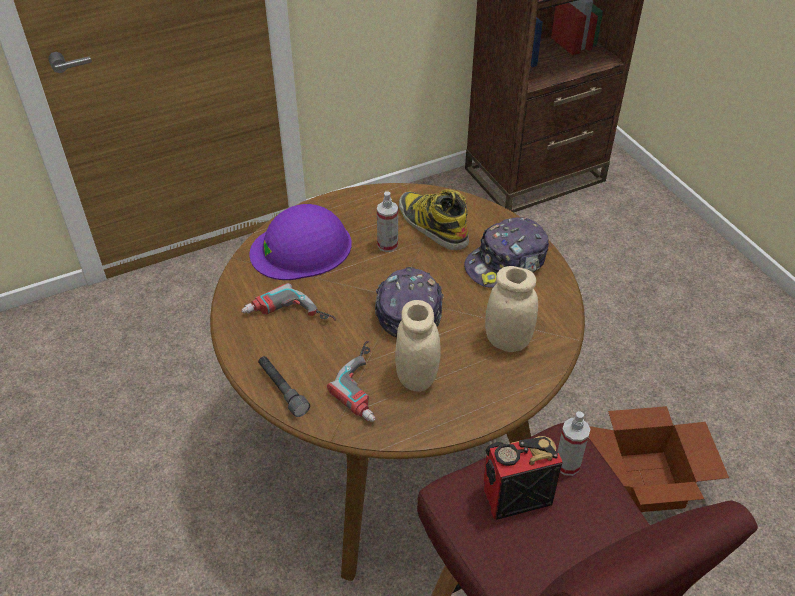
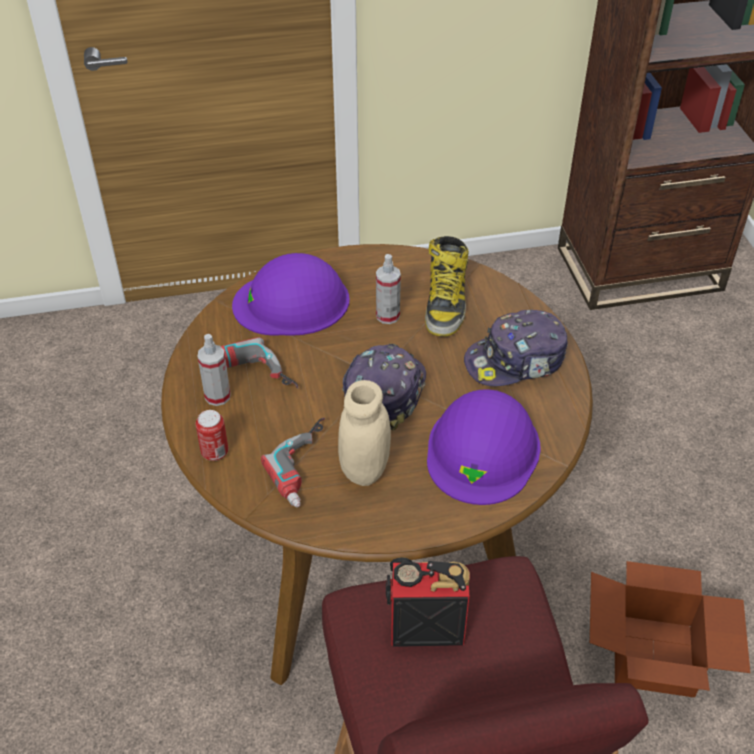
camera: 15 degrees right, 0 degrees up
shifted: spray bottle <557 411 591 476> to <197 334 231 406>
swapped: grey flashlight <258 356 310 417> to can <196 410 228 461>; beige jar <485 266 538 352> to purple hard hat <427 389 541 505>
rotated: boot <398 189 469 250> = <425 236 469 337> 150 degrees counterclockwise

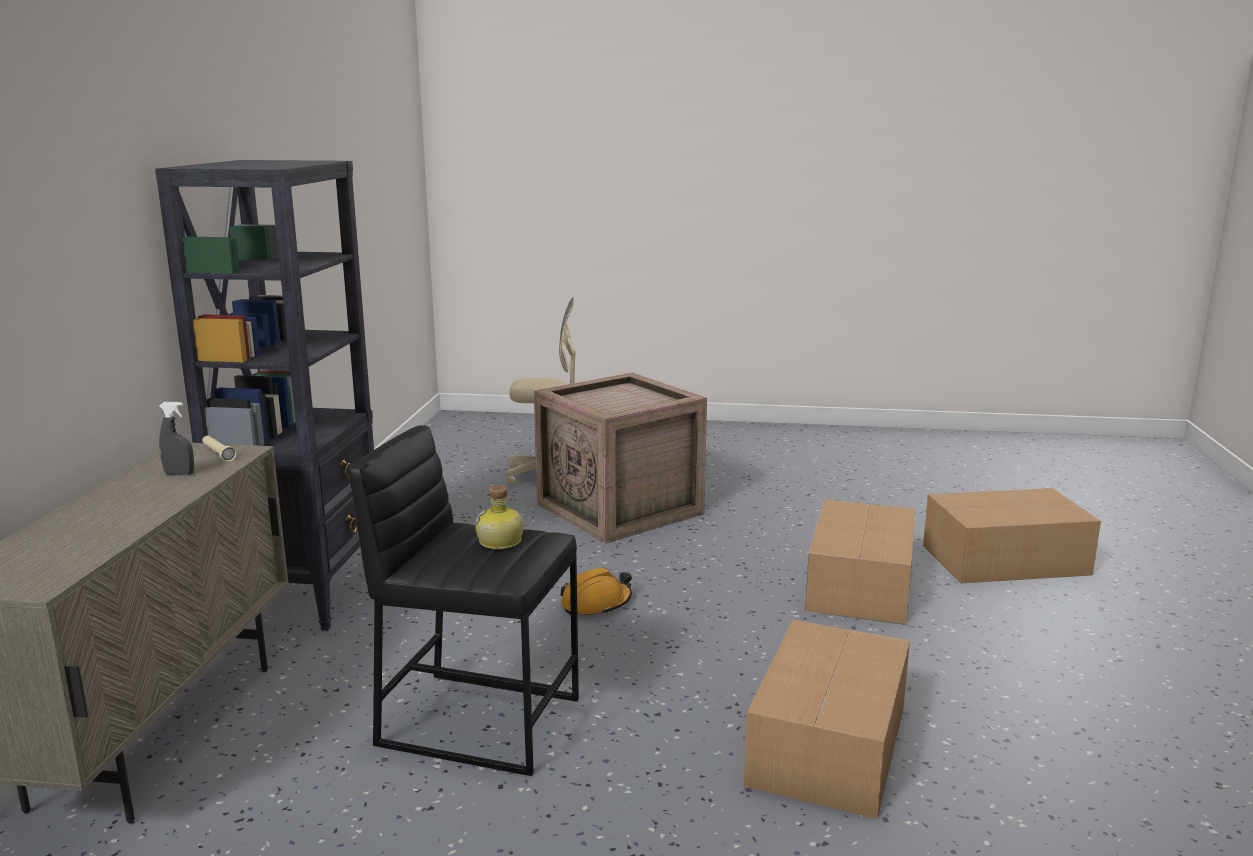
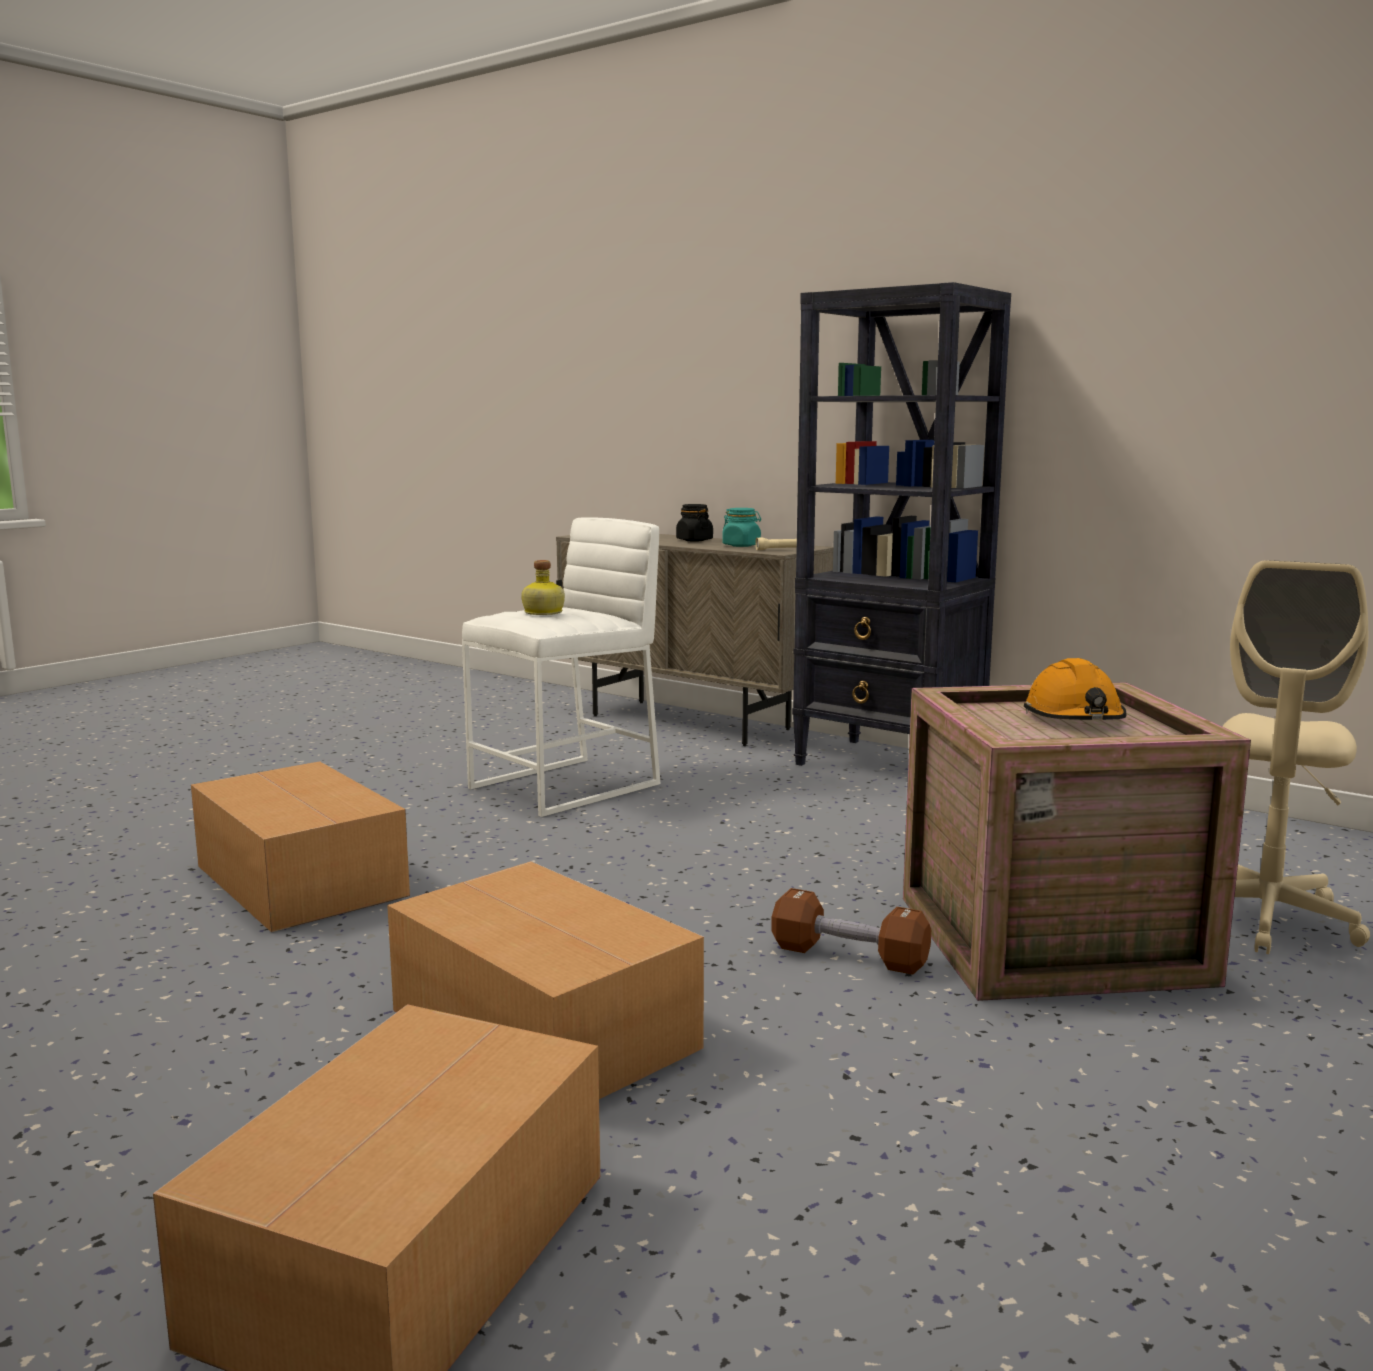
camera: 120 degrees right, 5 degrees down
new: black jar <676 504 713 541>; brown dumbbell <771 888 931 975>
shifted: orange hard hat <560 567 632 615> to <1024 658 1126 720>
swapped: grey spray bottle <159 402 194 475> to turquoise jar <722 508 761 547>
repainted: black stool <349 425 579 776> to white stool <462 517 661 817>

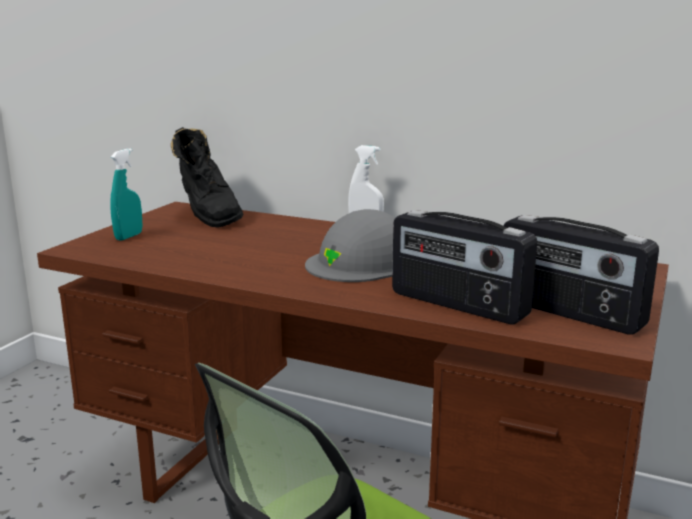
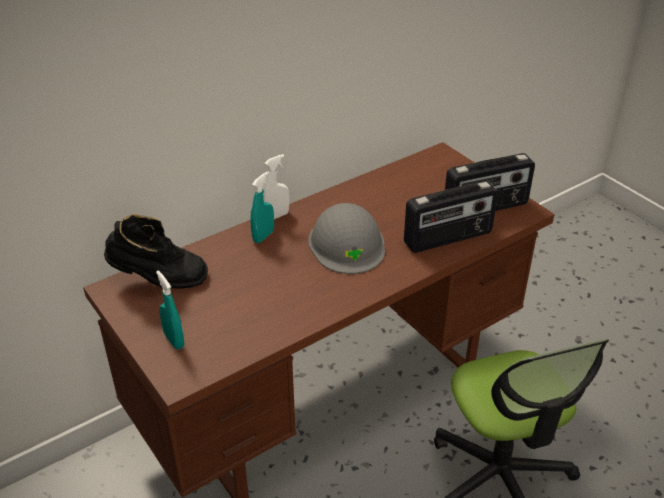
camera: 60 degrees left, 20 degrees up
new: turquoise spray bottle <250 172 274 243>

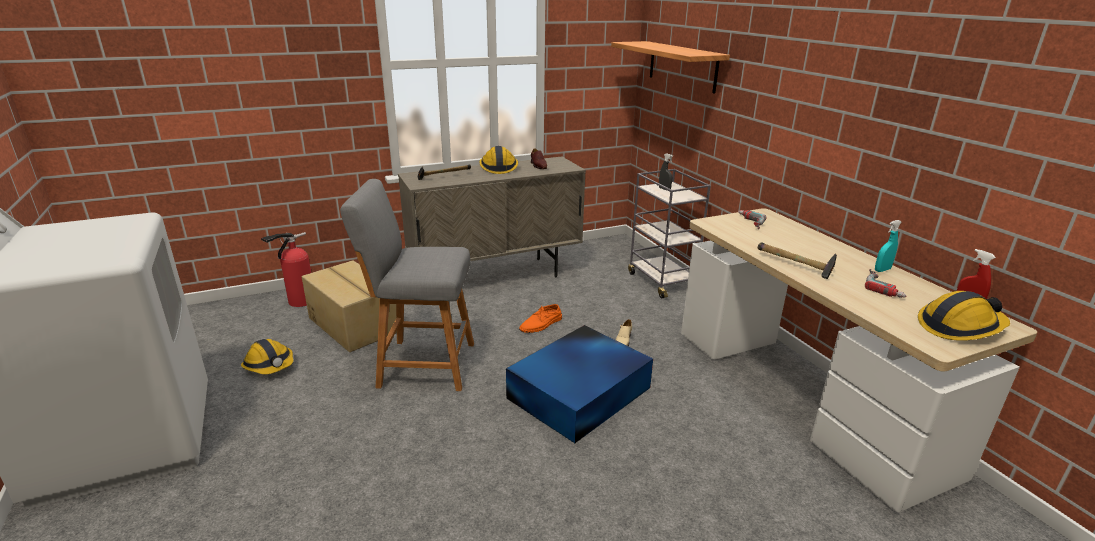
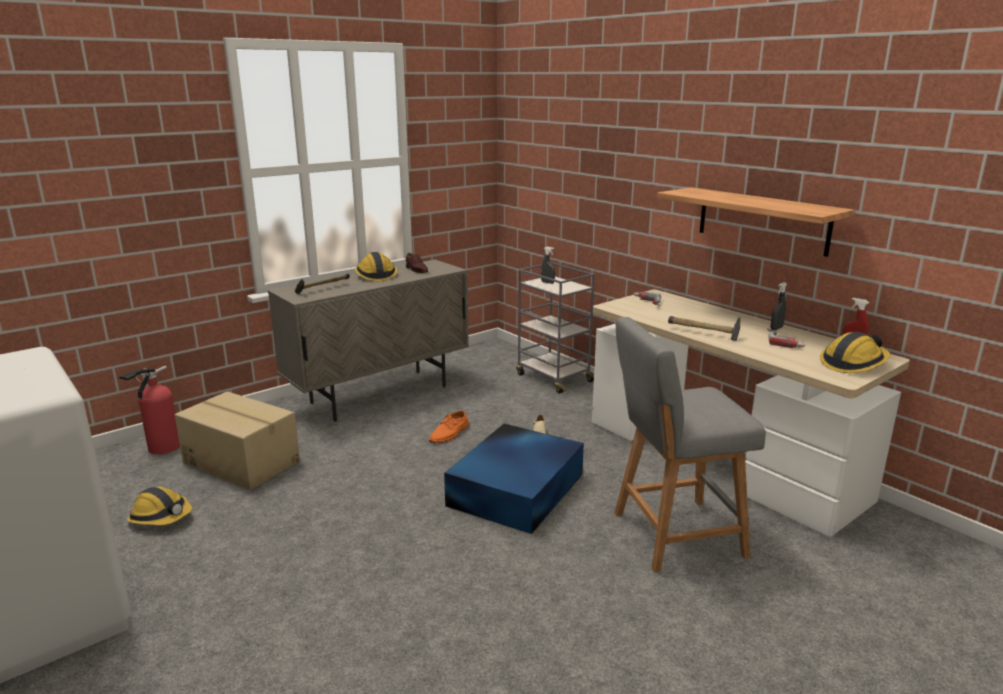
camera: 15 degrees left, 5 degrees down
shifted: grey stool <340 179 474 391> to <614 317 766 573>; shelf <611 41 730 94> to <657 187 855 257>
repainted: turquoise spray bottle <875 220 902 272> to grey spray bottle <771 282 787 331>

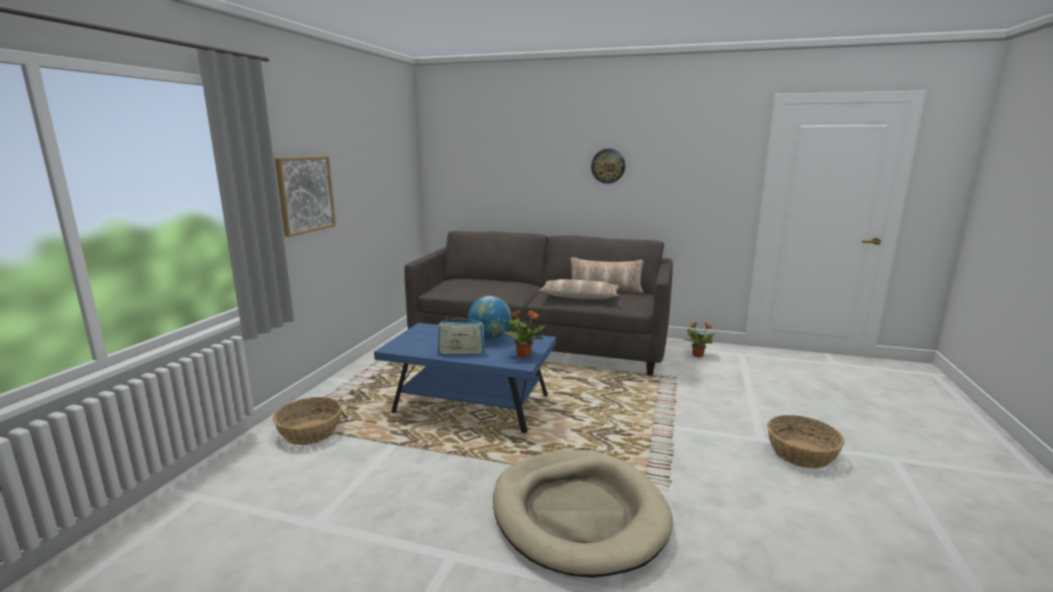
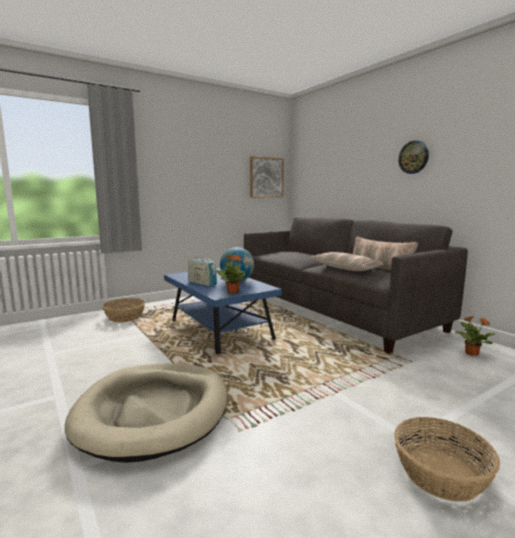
camera: 40 degrees right, 5 degrees down
shifted: picture <275 156 336 237> to <250 156 284 198>

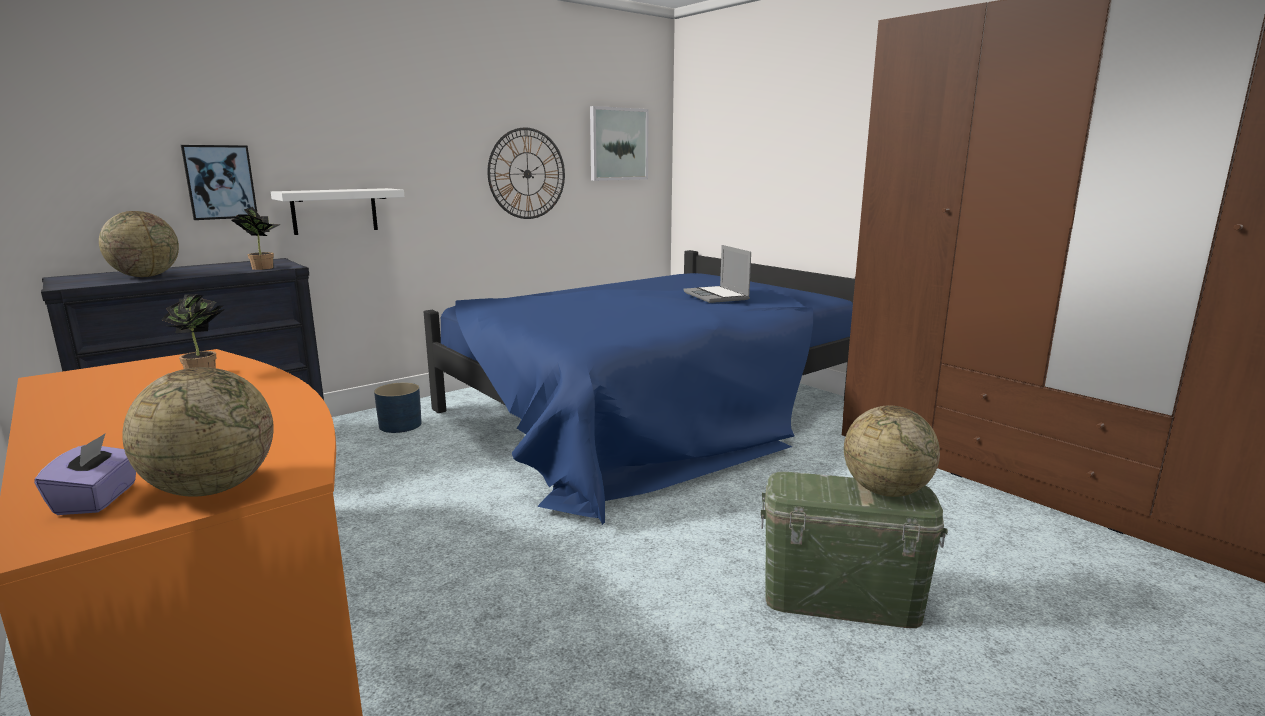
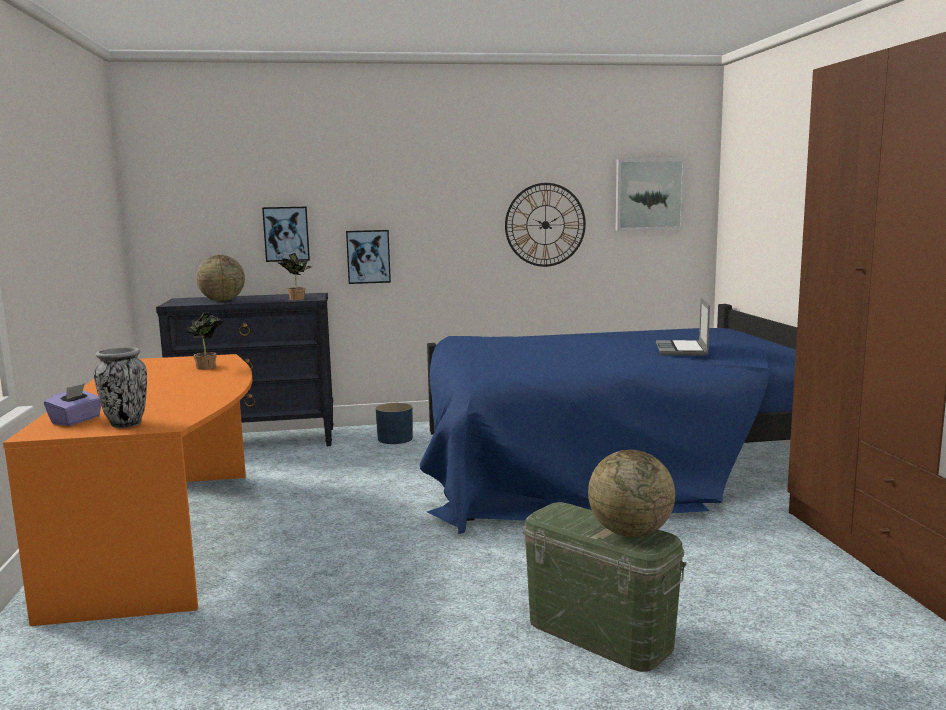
camera: 30 degrees right, 5 degrees down
swapped: globe <122 367 274 497> to vase <94 347 147 428>; white shelf <271 188 404 235> to picture <346 230 391 284>

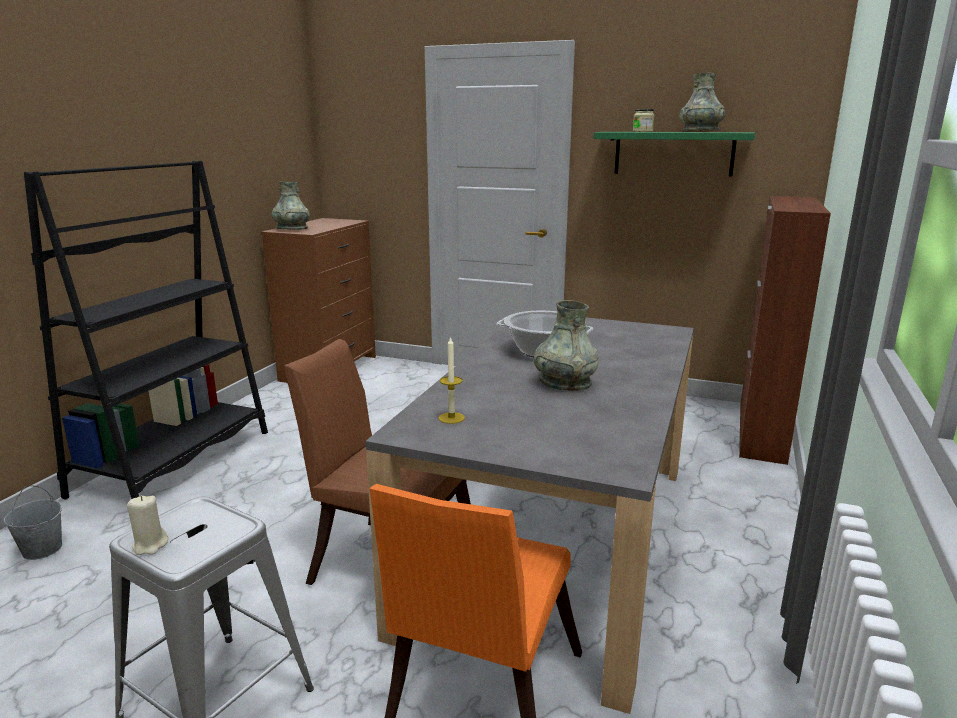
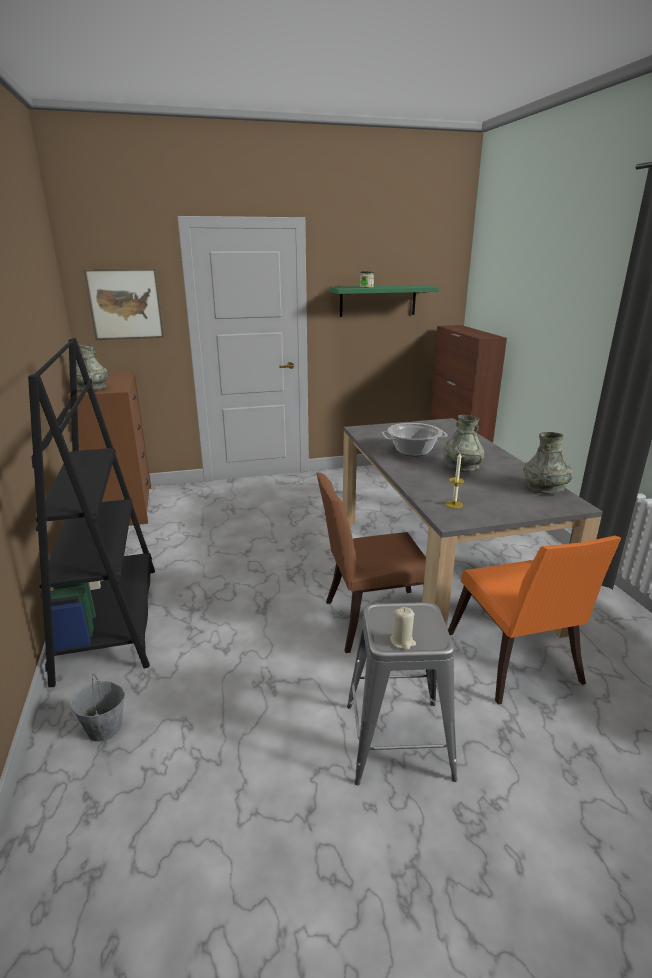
camera: 35 degrees left, 5 degrees up
new: picture <84 269 164 340>
shifted: grey vase <679 73 725 132> to <524 432 573 494>

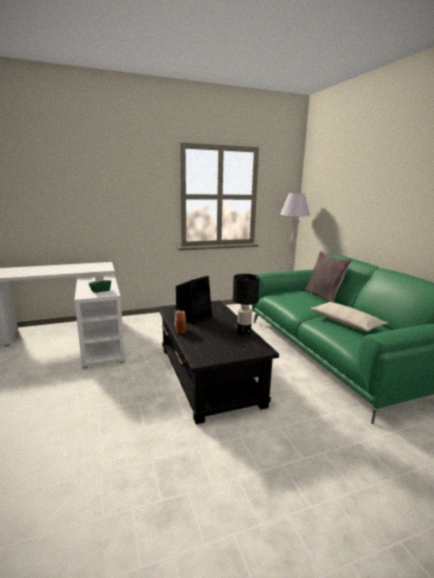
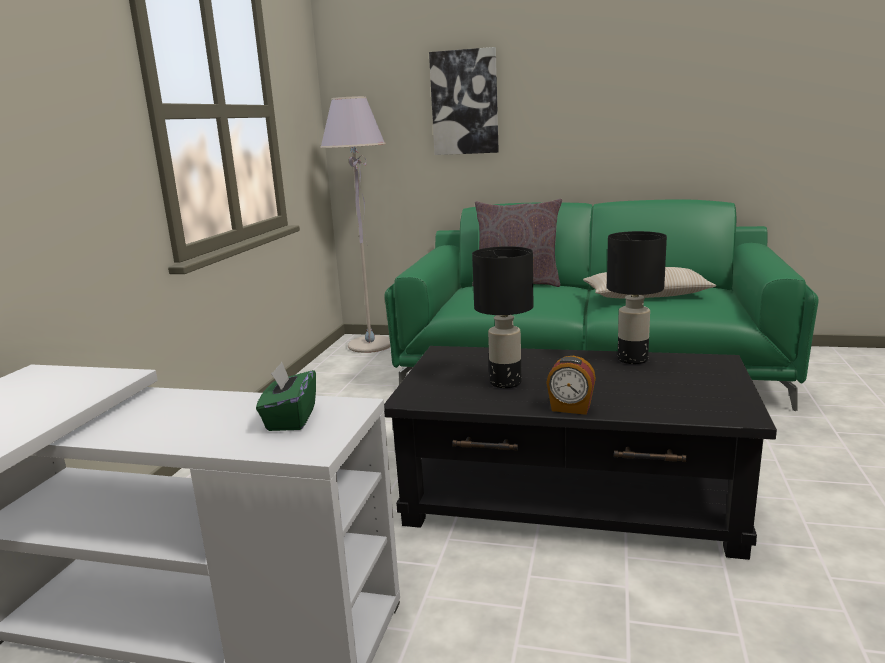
camera: 55 degrees left, 0 degrees up
new: picture <429 47 499 155>
swapped: black speaker <176 276 212 324> to black table lamp <472 246 533 388>

